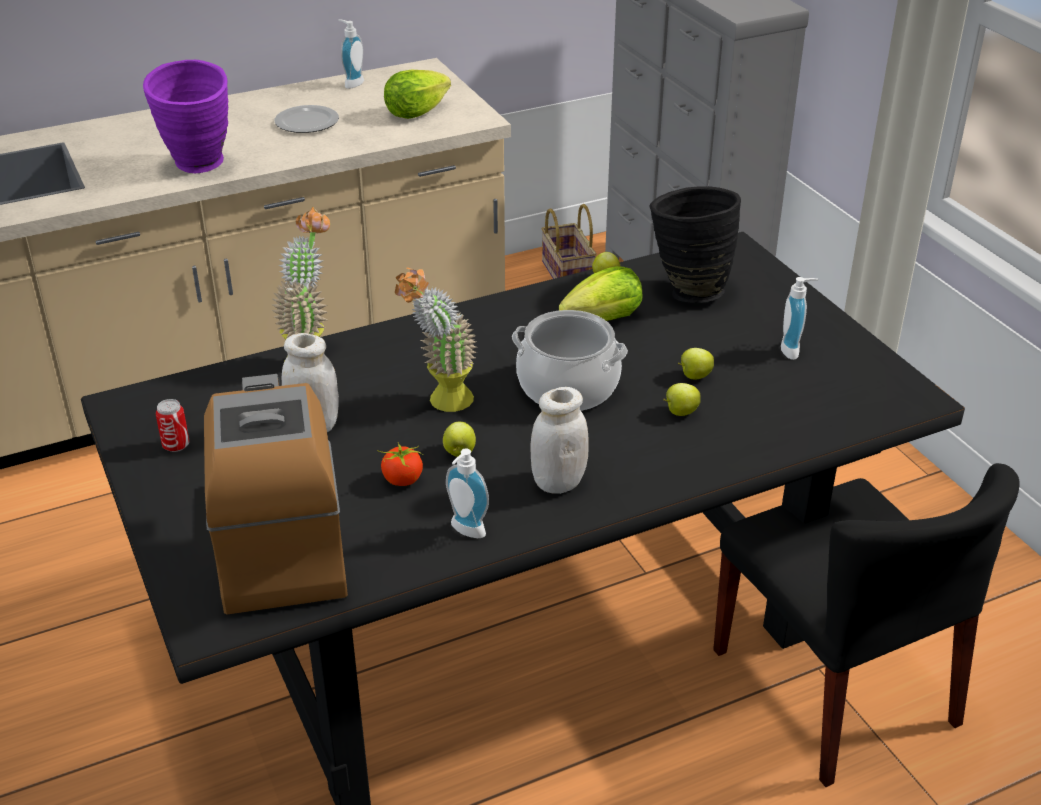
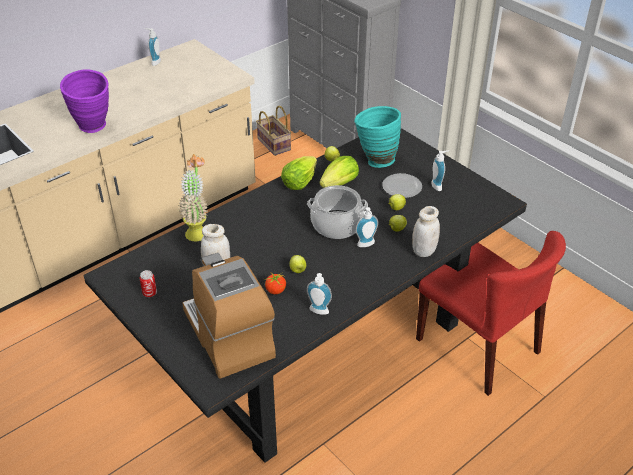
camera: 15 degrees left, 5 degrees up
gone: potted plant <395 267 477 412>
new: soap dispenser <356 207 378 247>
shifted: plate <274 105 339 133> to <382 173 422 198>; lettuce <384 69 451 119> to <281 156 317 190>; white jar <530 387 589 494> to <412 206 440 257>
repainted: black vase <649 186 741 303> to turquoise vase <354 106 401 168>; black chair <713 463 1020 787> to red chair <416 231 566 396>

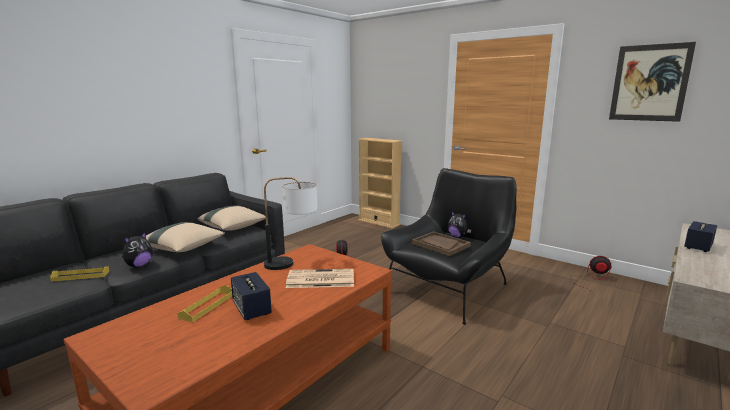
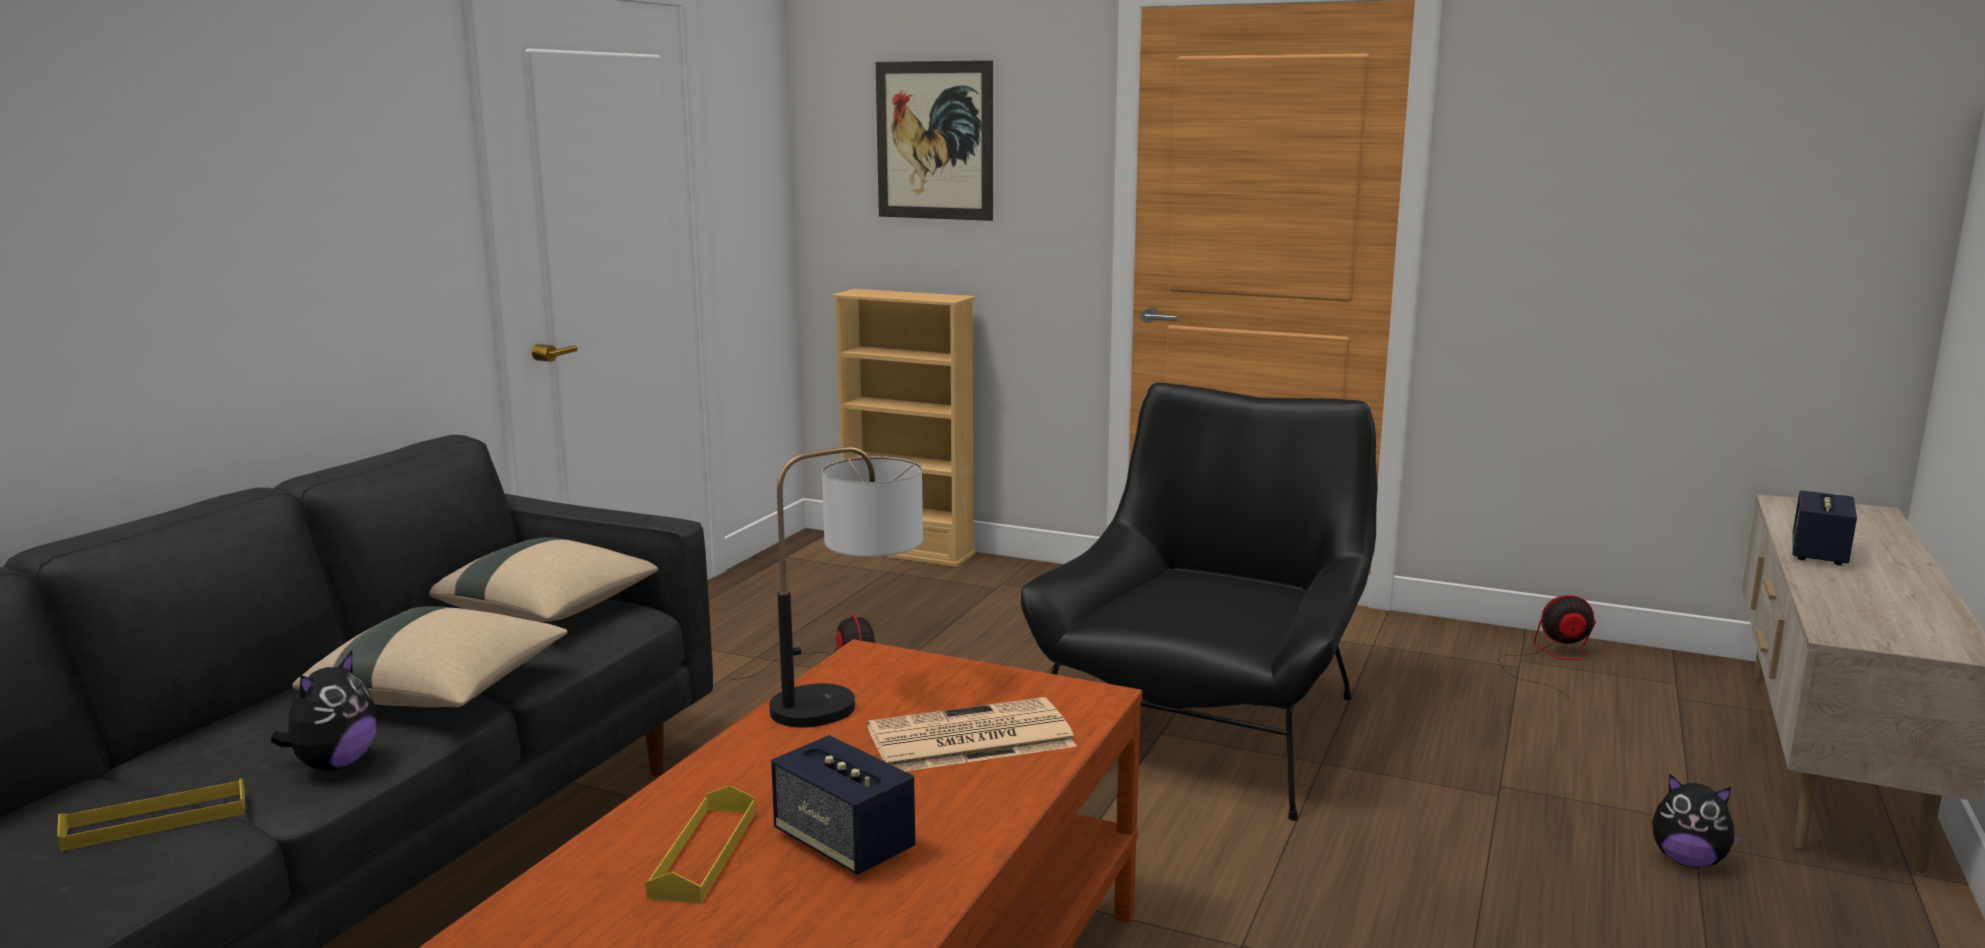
camera: 15 degrees left, 0 degrees up
gone: brown tray <412 231 471 256>
shifted: plush toy <448 211 472 238> to <1652 774 1741 868>; picture <609 42 696 122> to <875 60 993 221>

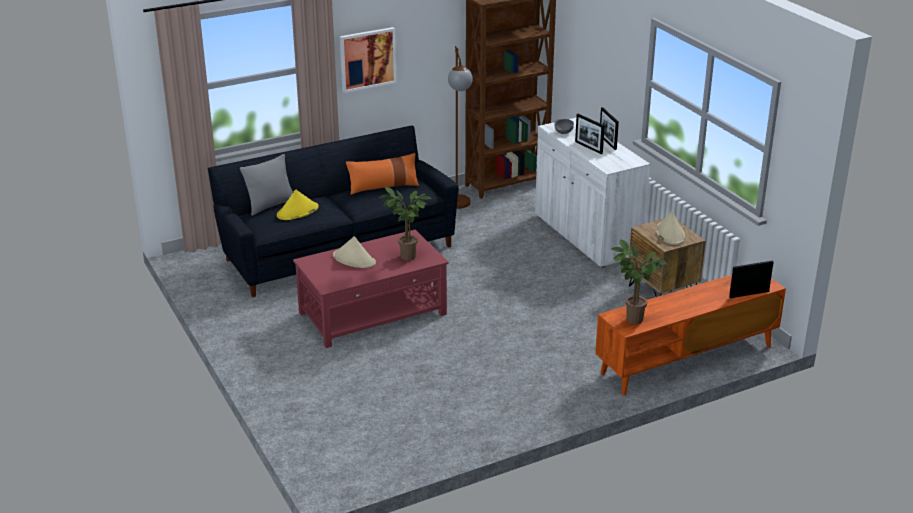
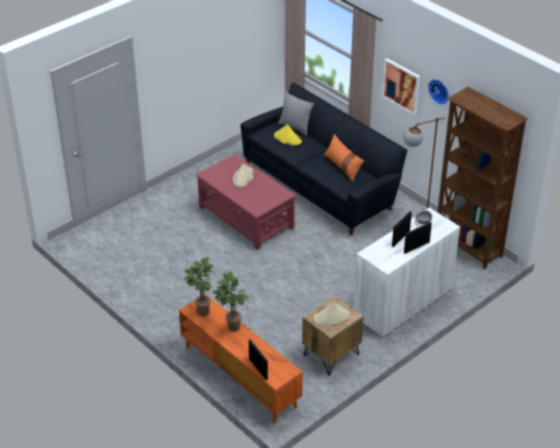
camera: 75 degrees right, 10 degrees up
new: wall clock <428 79 449 105>
shifted: potted plant <379 187 432 261> to <212 271 249 332>

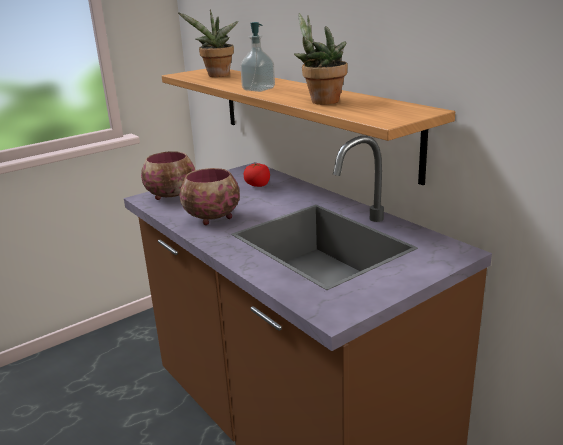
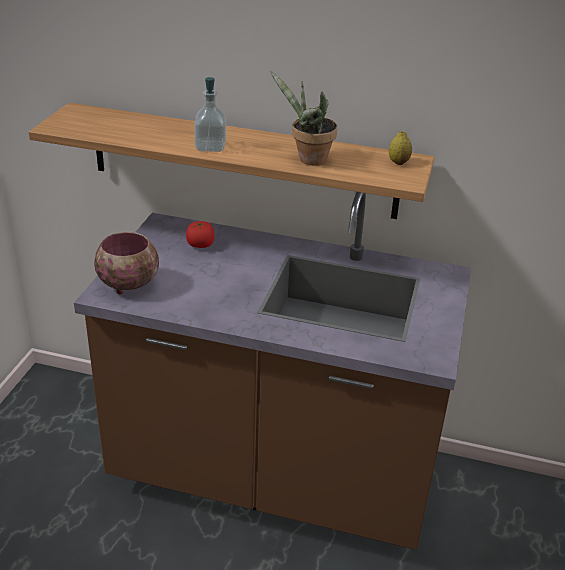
camera: 40 degrees left, 10 degrees up
gone: potted plant <178 9 238 77>; bowl <179 168 240 225>
new: lemon <389 131 412 165>

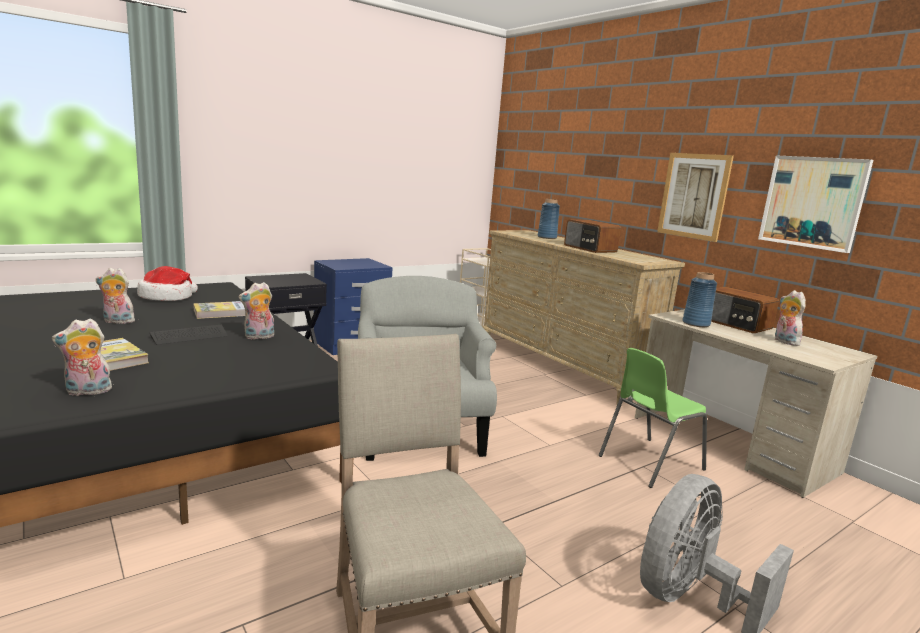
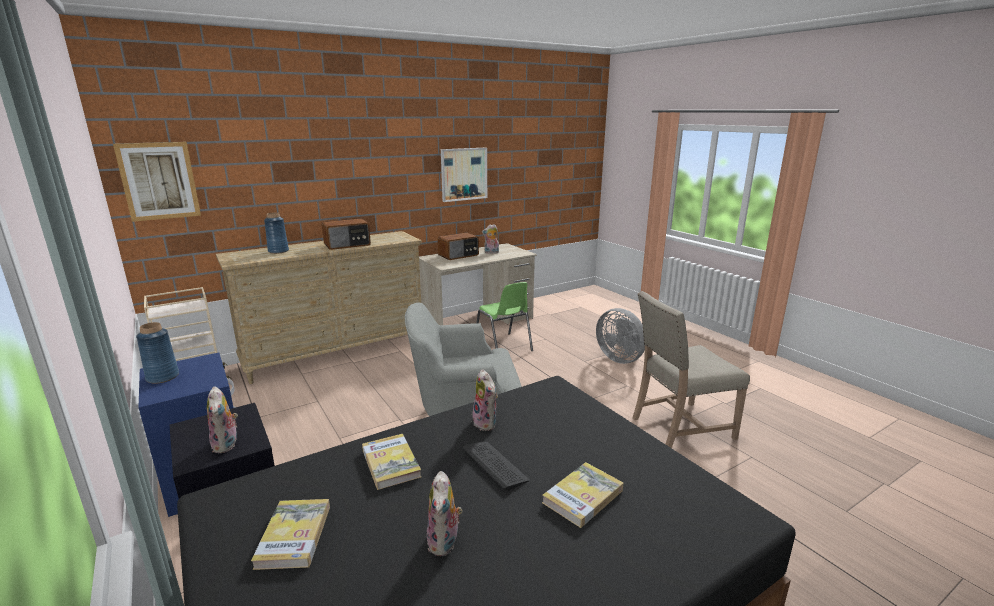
camera: 85 degrees left, 5 degrees up
shifted: plush toy <52 319 112 396> to <207 386 238 453>; picture <657 153 734 242> to <113 142 201 222>; blue vase <682 272 717 327> to <136 322 179 384>
swapped: hat <137 266 198 301> to book <251 499 330 570>

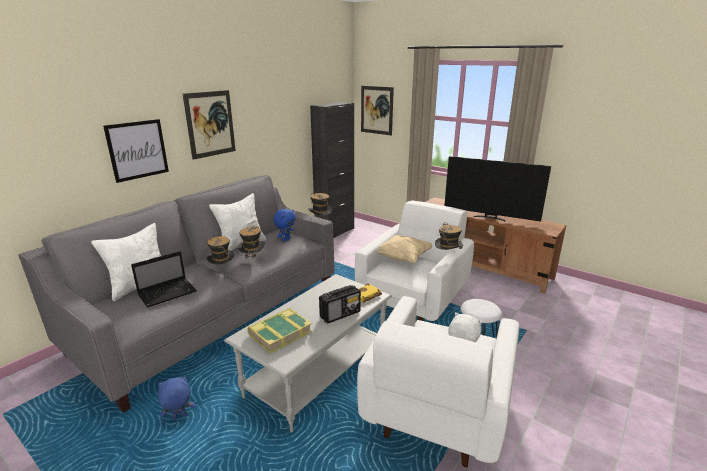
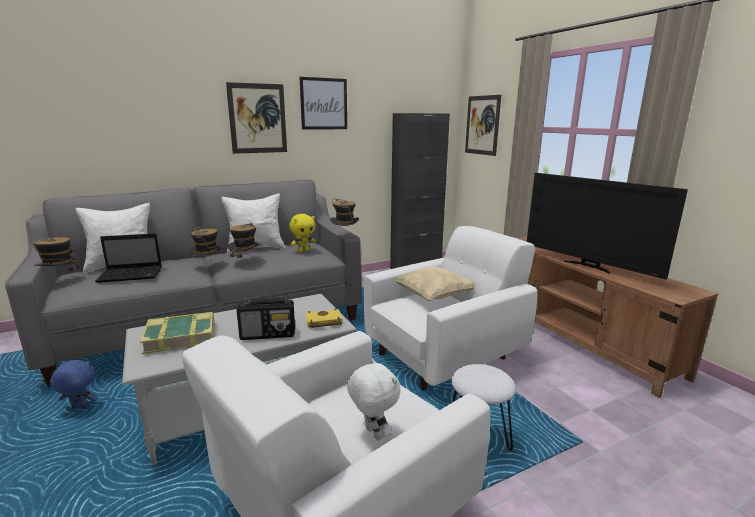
camera: 25 degrees right, 5 degrees down
shifted: picture <103 119 169 183> to <299 77 347 130>; hat <435 222 463 252> to <32 232 84 277>
repainted: blue plush toy <273 209 296 242> to yellow plush toy <289 214 316 252>

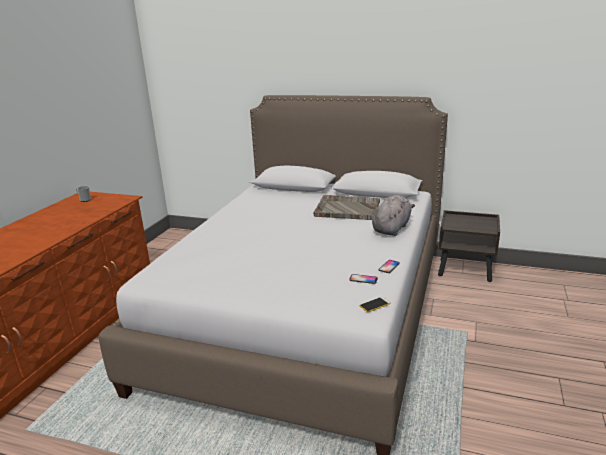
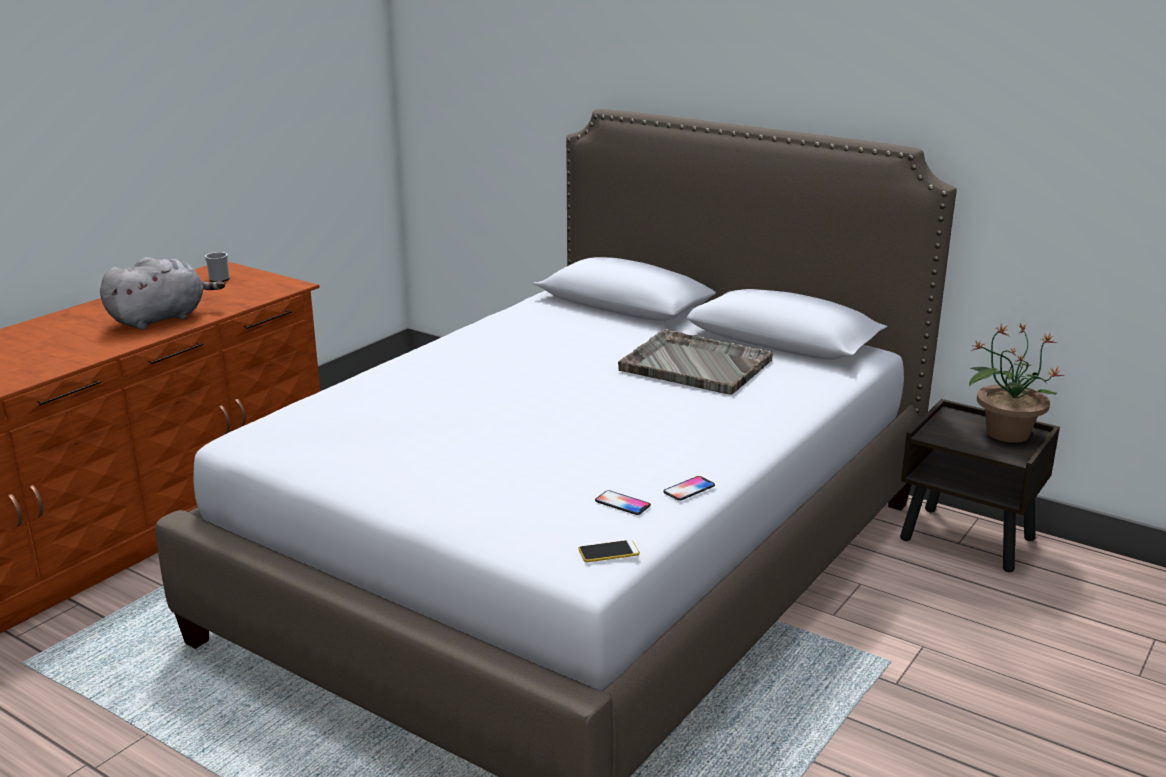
camera: 15 degrees right, 0 degrees up
new: potted plant <969 323 1065 443>
shifted: grey plush toy <372 195 415 236> to <100 257 225 330>

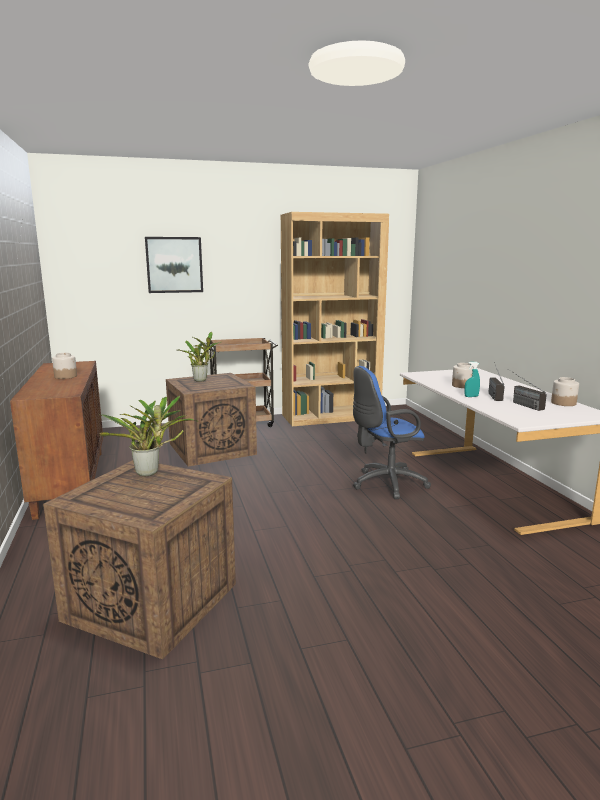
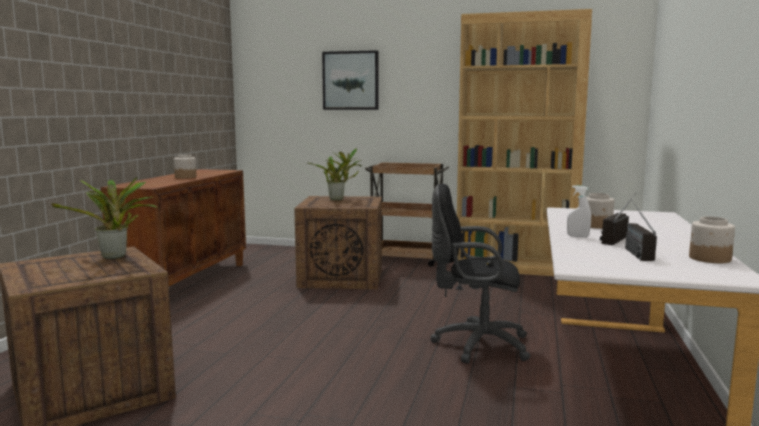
camera: 30 degrees right, 5 degrees down
repainted: blue office chair <353 366 431 499> to black office chair <430 184 531 363>; turquoise spray bottle <465 362 480 397> to white spray bottle <567 185 591 237>

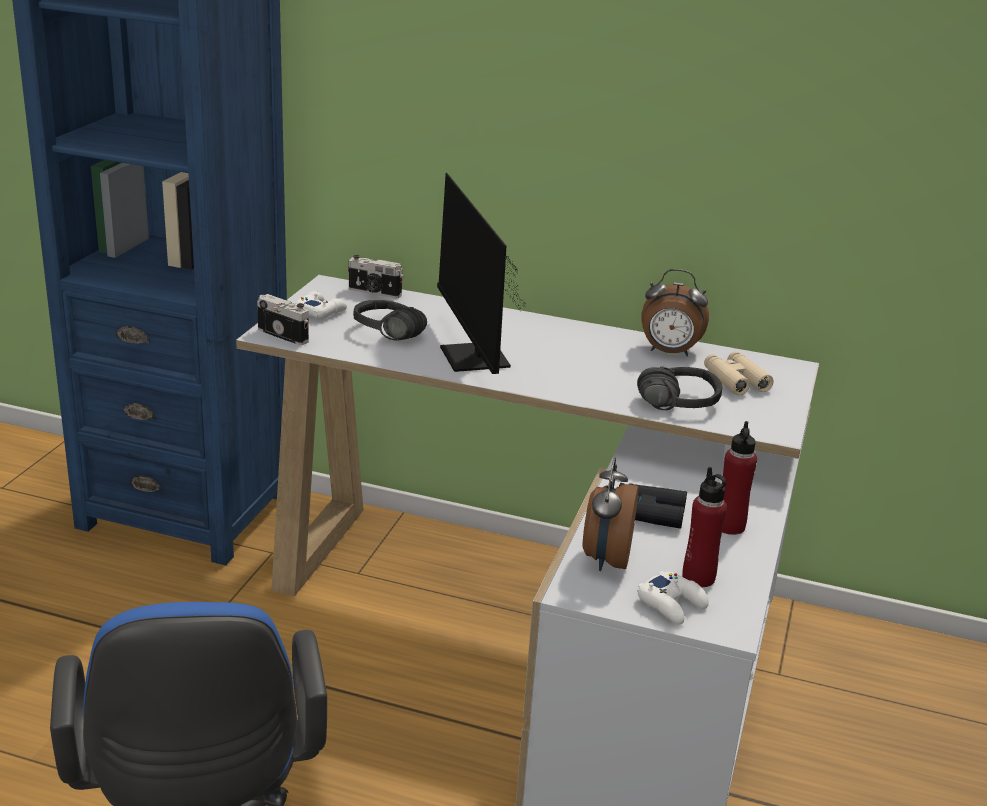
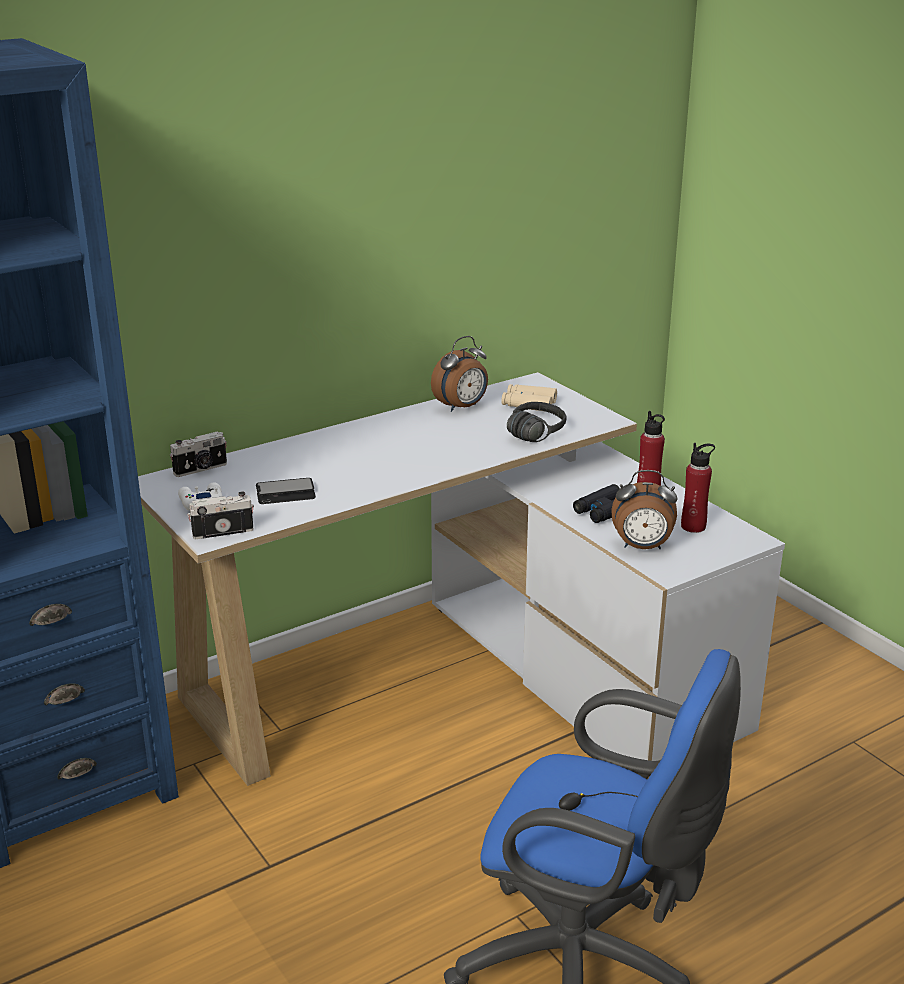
camera: 50 degrees left, 0 degrees up
gone: monitor <437 173 526 374>; white game controller <637 571 709 625>
swapped: black headphones <353 300 427 340> to phone <256 478 316 504>
rotated: alarm clock <583 458 639 571> = <611 470 678 549> 45 degrees counterclockwise

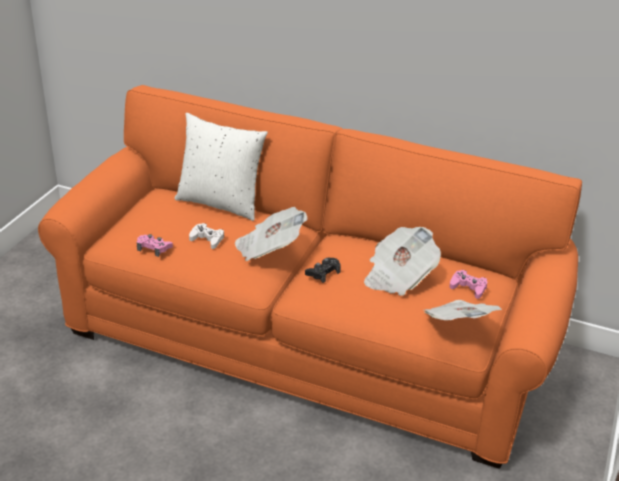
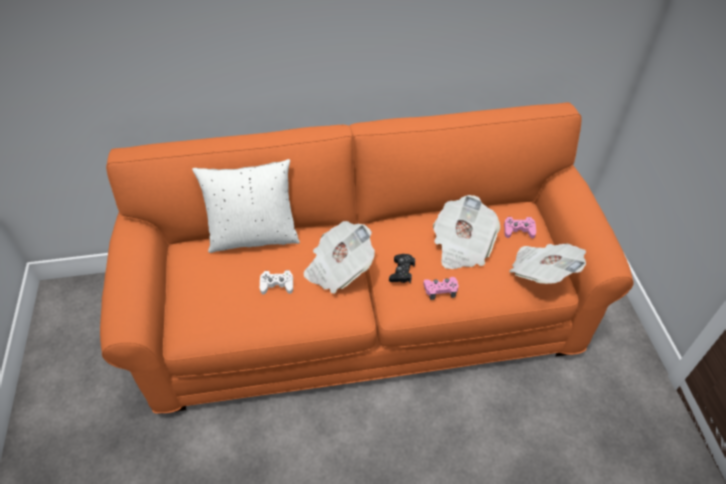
camera: 30 degrees left, 15 degrees up
shifted: pink game controller <137 234 173 257> to <423 277 459 300>

